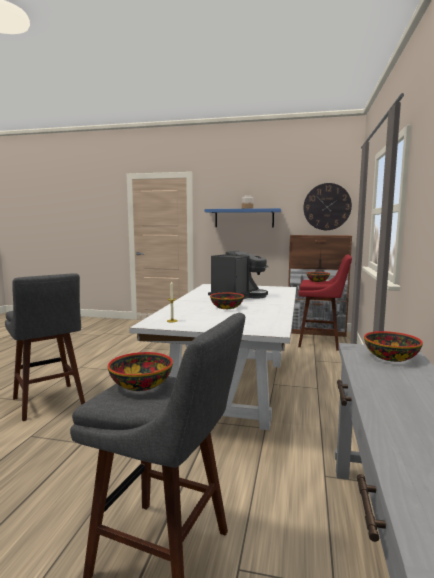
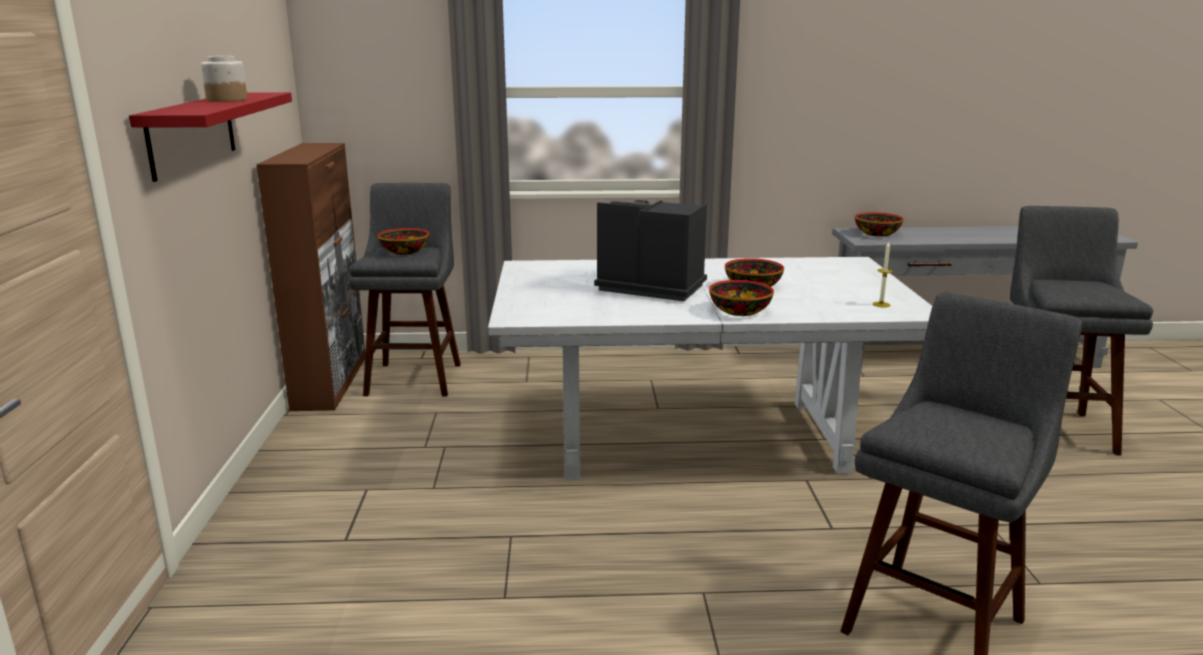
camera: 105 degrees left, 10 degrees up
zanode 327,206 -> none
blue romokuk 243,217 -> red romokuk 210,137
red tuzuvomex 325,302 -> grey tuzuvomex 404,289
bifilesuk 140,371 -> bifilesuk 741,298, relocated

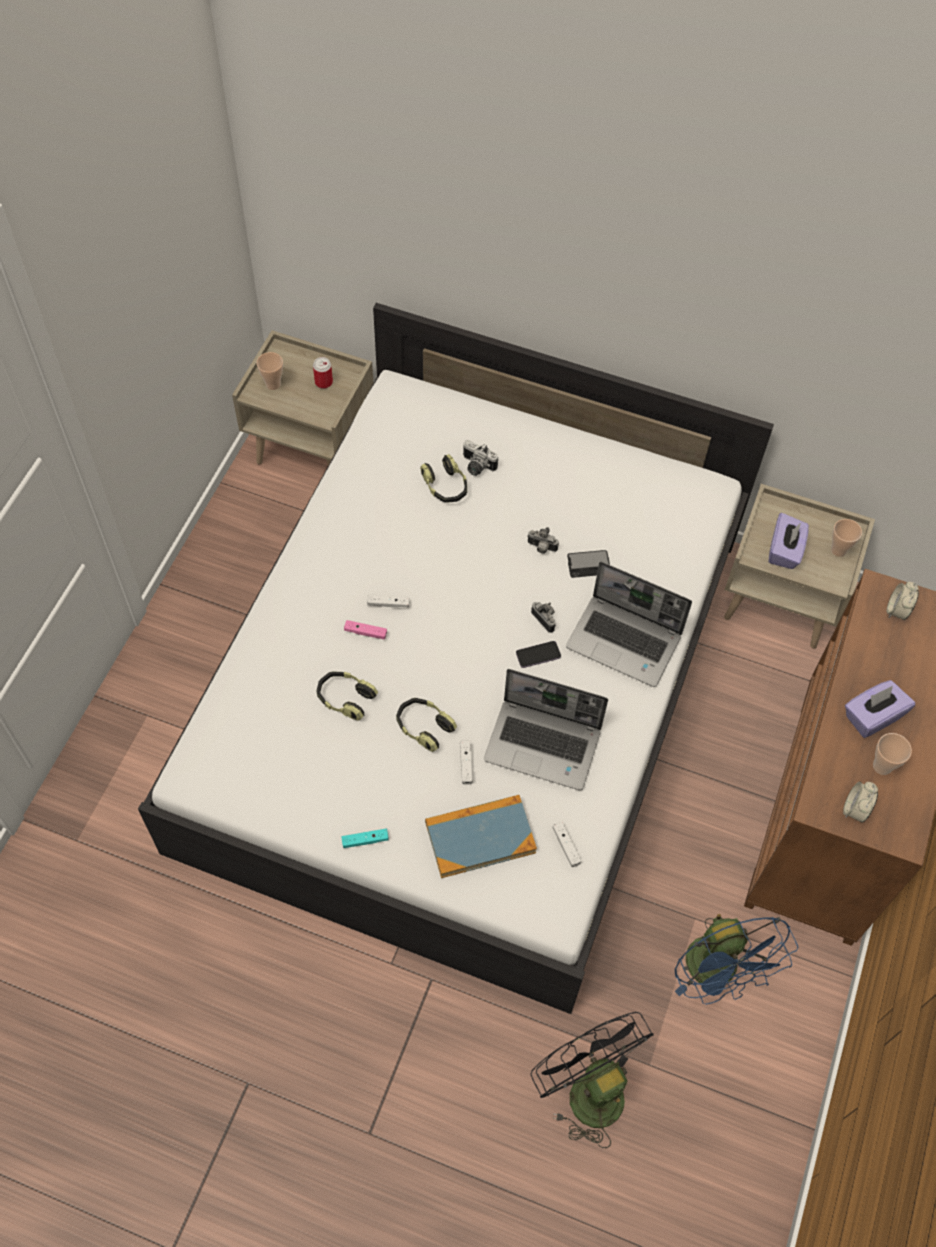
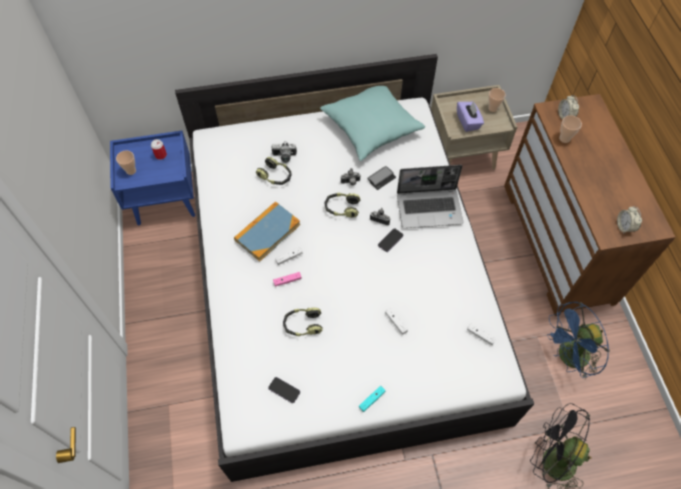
camera: 30 degrees left, 0 degrees up
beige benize 302,397 -> blue benize 152,178
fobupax 546,729 -> none
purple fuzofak 880,709 -> none
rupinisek 426,725 -> rupinisek 342,205, relocated
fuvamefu 892,754 -> fuvamefu 570,129, relocated
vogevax 481,836 -> vogevax 267,231, relocated
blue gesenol 736,959 -> blue gesenol 578,340, 120 degrees clockwise
none -> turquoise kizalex 372,123
none -> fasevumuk 284,390

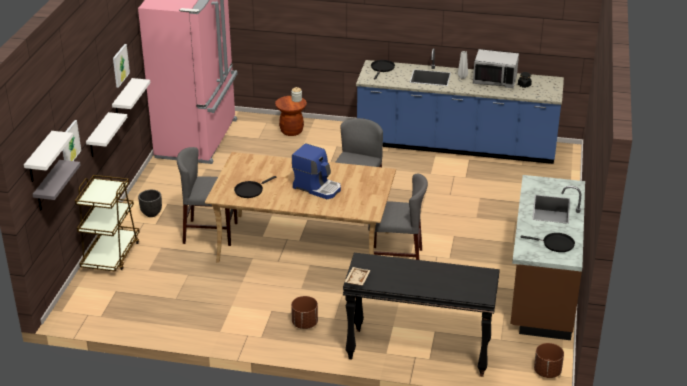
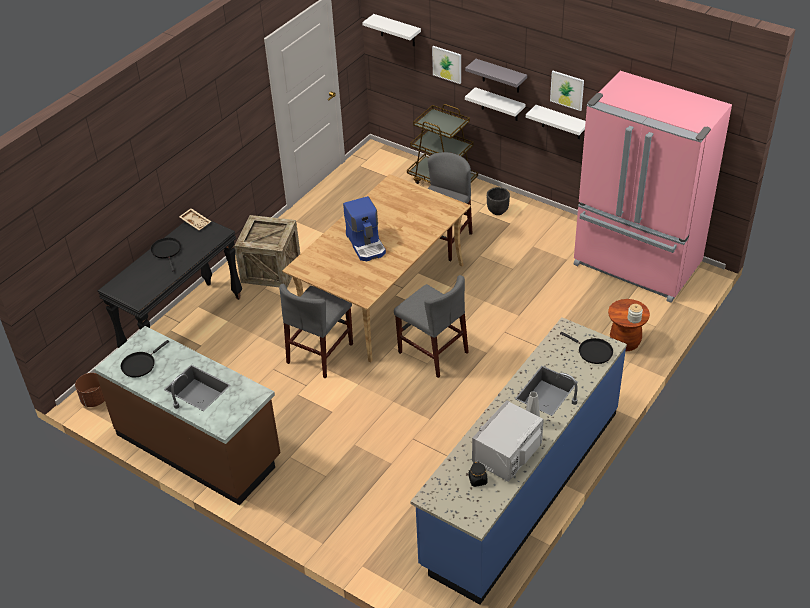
camera: 115 degrees right, 10 degrees up
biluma 316,171 -> biluma 364,228, 75 degrees counterclockwise
grey romokuk 56,185 -> grey romokuk 496,76, relocated
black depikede 255,187 -> black depikede 166,255, relocated
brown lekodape 304,312 -> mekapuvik 267,251

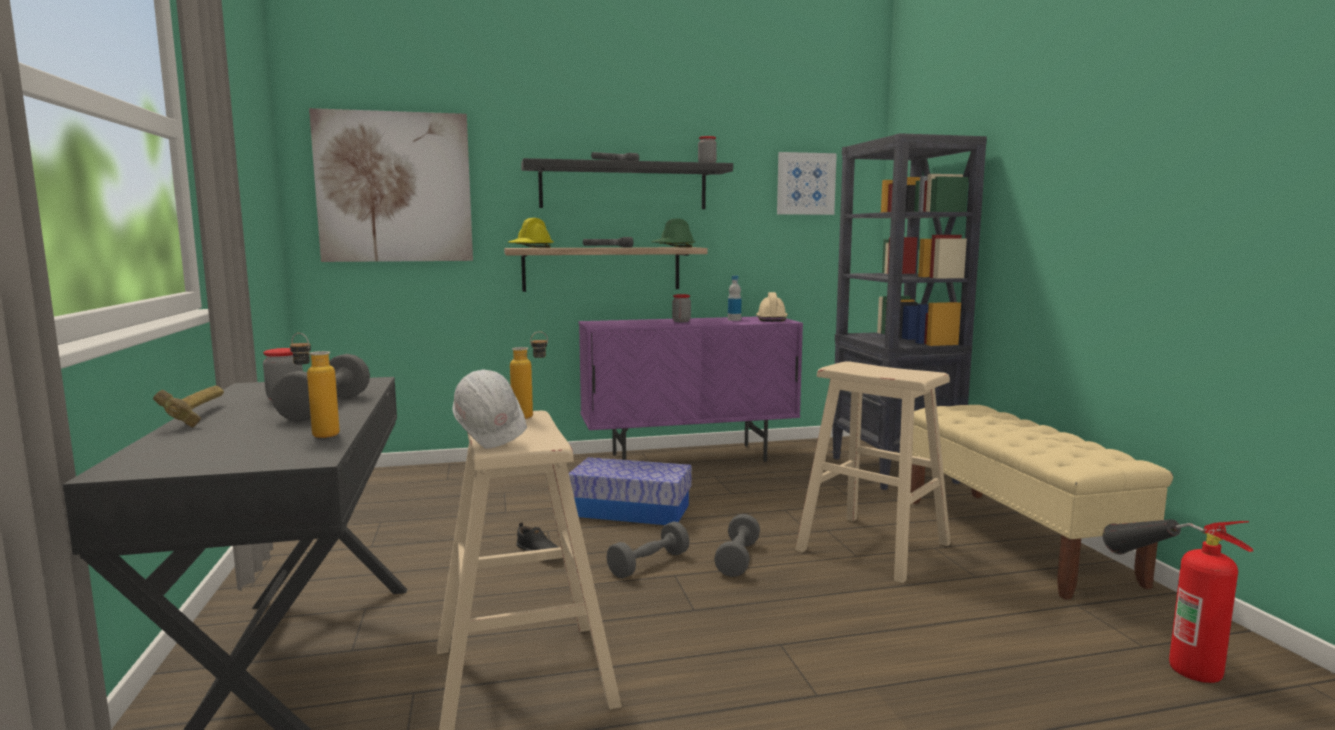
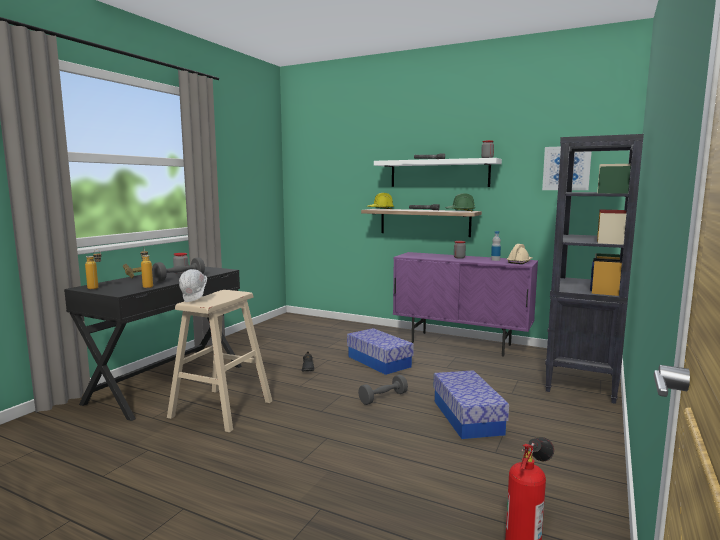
camera: 40 degrees right, 0 degrees up
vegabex 391,185 -> none
black romokuk 627,183 -> white romokuk 438,172
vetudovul 529,375 -> vetudovul 93,269, relocated
beige tuzuvomex 873,472 -> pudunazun 471,404
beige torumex 1042,502 -> none
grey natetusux 648,550 -> none

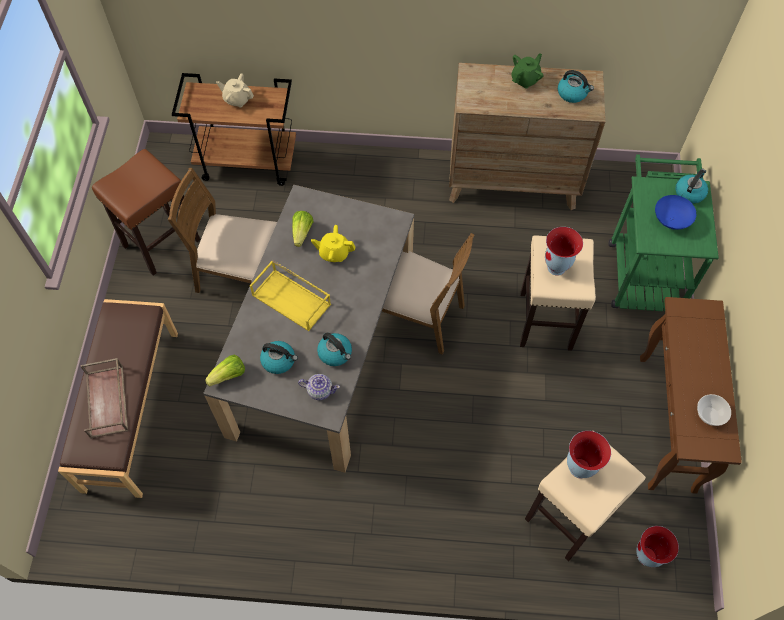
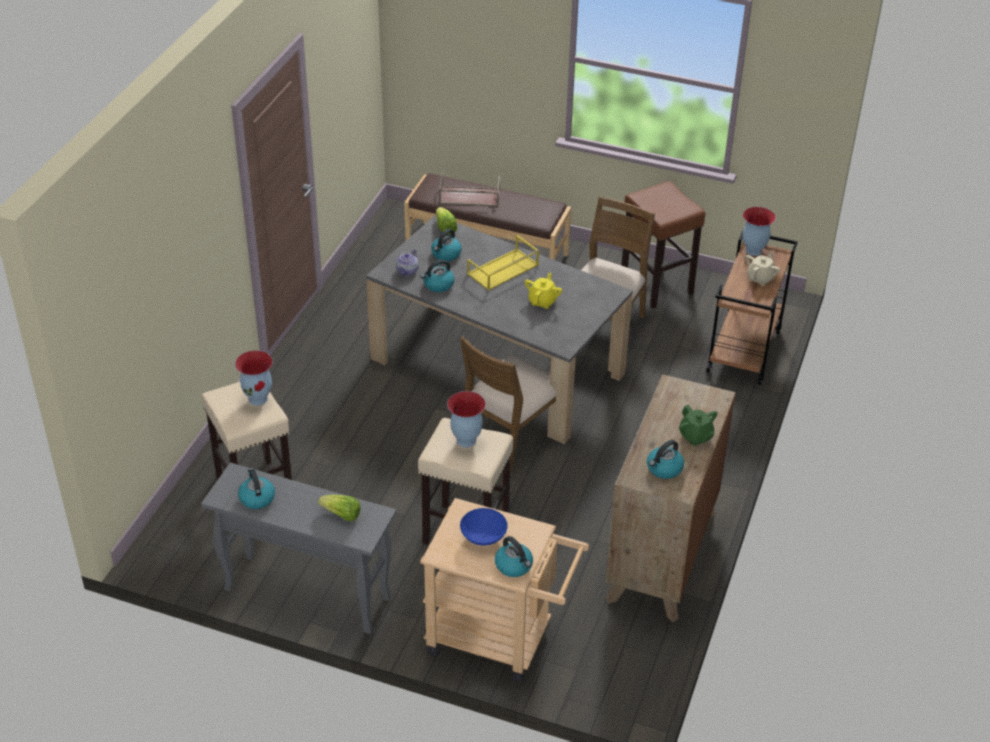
camera: 105 degrees right, 20 degrees down
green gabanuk 663,233 -> beige gabanuk 504,590
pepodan 303,229 -> pepodan 339,508, relocated
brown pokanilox 691,395 -> grey pokanilox 298,548
bifilesuk 714,410 -> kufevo 256,488
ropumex 657,546 -> ropumex 759,231, relocated

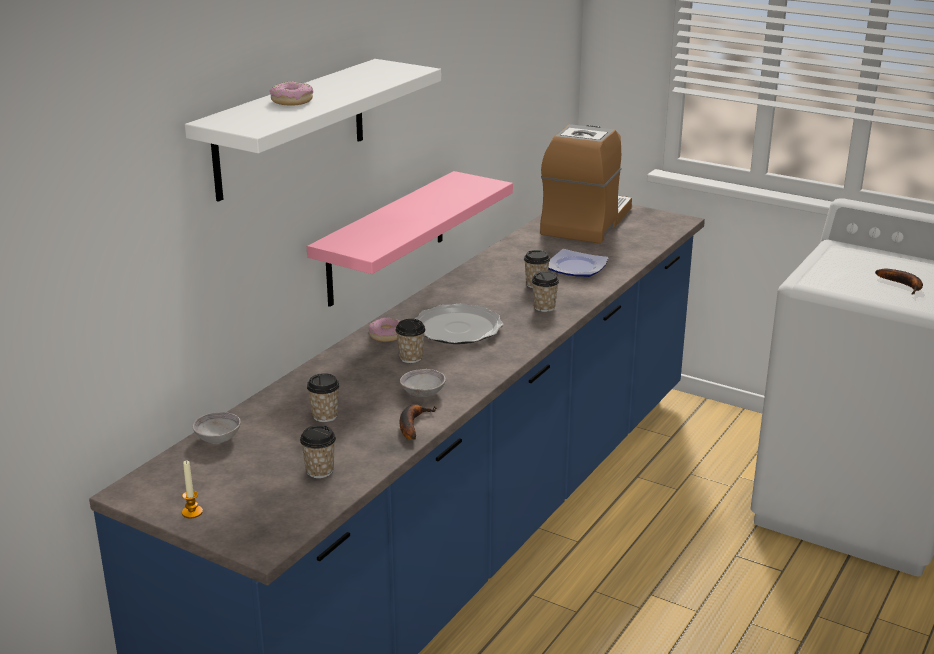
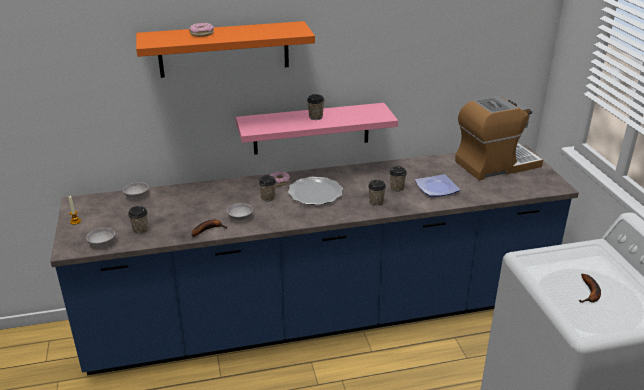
camera: 45 degrees right, 5 degrees up
white romokuk 313,130 -> orange romokuk 225,49
fuvamefu 323,397 -> fuvamefu 316,107, relocated
none -> grey bifilesuk 100,237

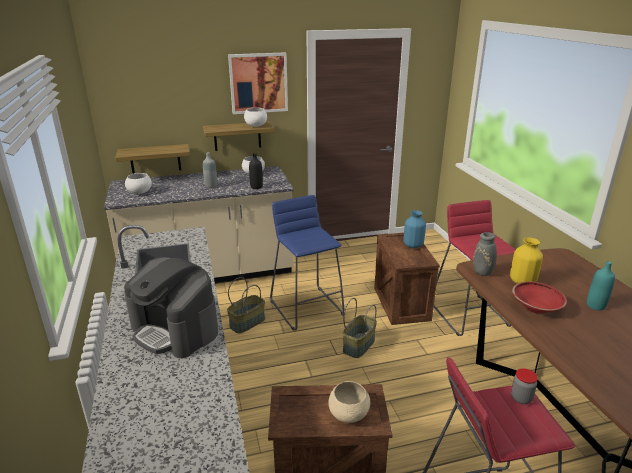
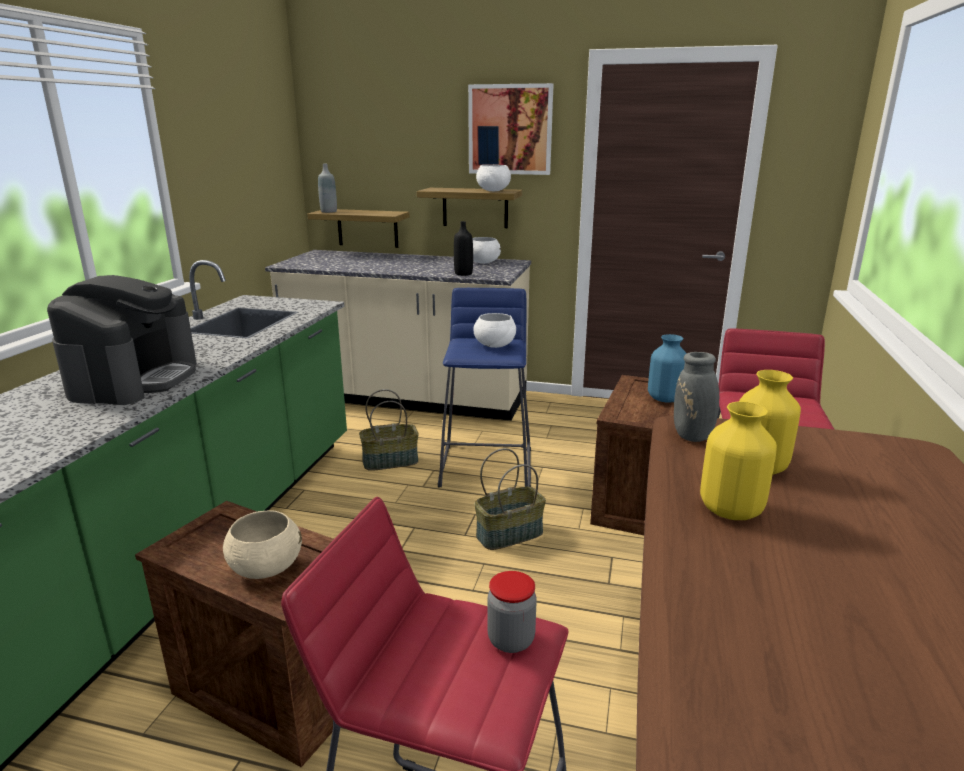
camera: 30 degrees right, 5 degrees down
grey vetudovul 210,170 -> grey vetudovul 327,188, relocated
white bifilesuk 138,183 -> white bifilesuk 494,330, relocated
biluma 171,307 -> biluma 121,340, 150 degrees counterclockwise
turquoise vetudovul 601,286 -> none
red bifilesuk 539,297 -> yellow ropumex 738,461

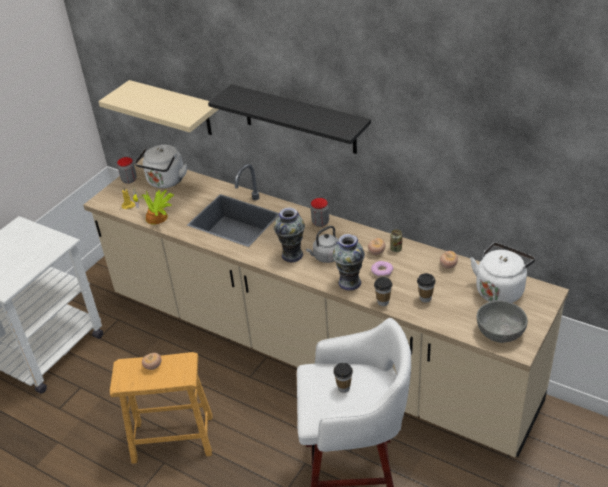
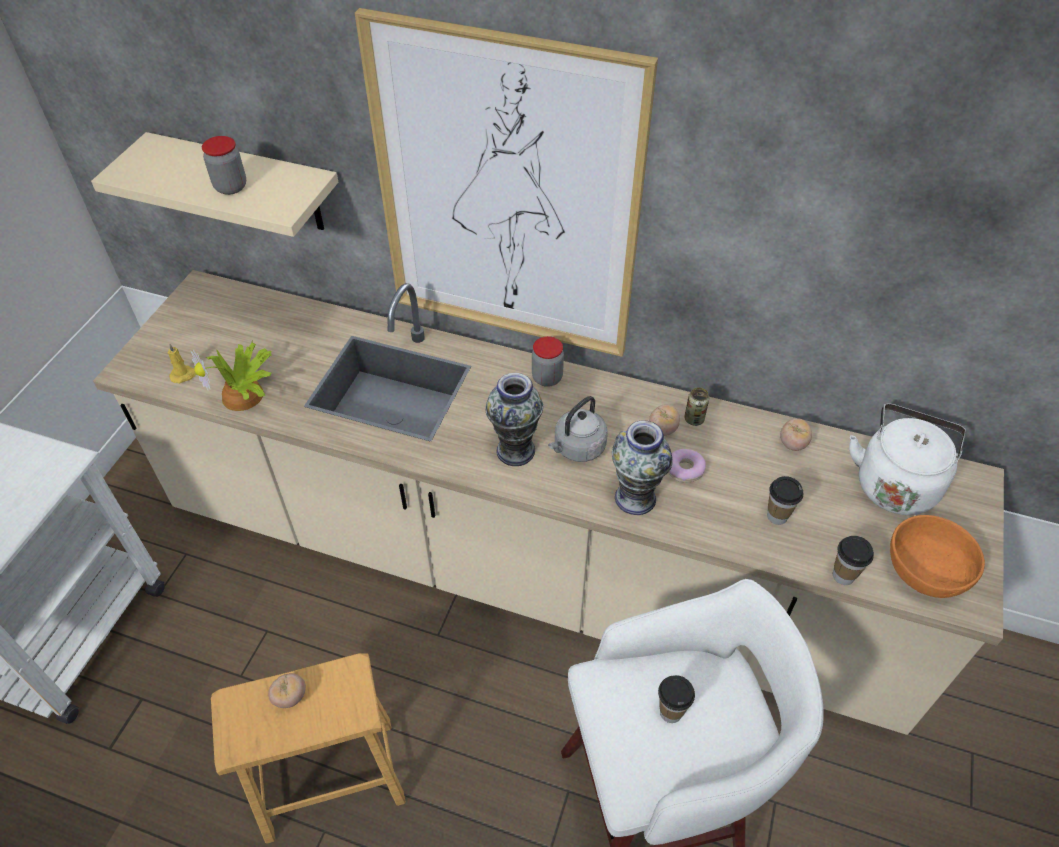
camera: 15 degrees left, 10 degrees up
black romokuk 289,119 -> vegabex 506,182
white kufevo 161,166 -> none
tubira 127,170 -> tubira 224,165, relocated
fuvamefu 383,291 -> fuvamefu 853,560, relocated
grey bifilesuk 502,322 -> orange bifilesuk 937,556

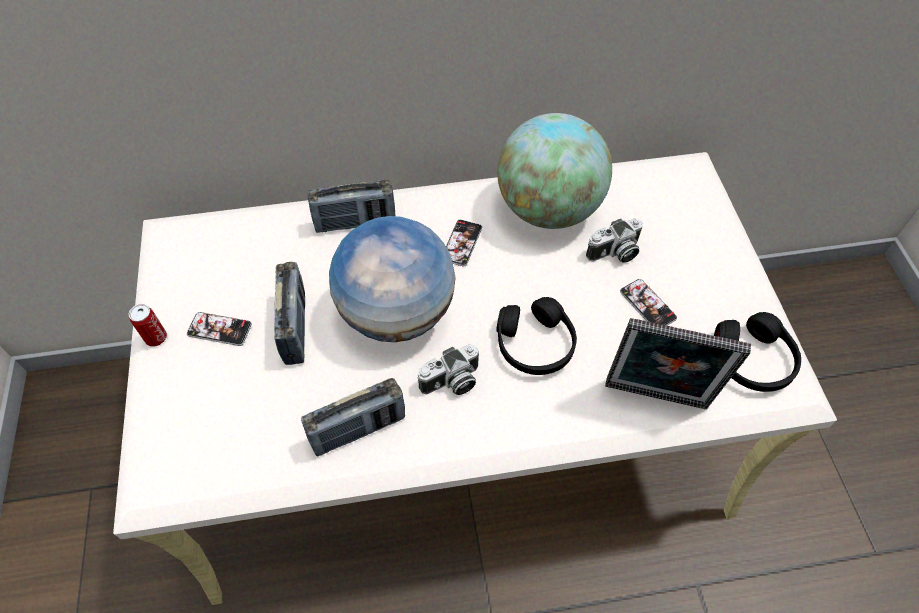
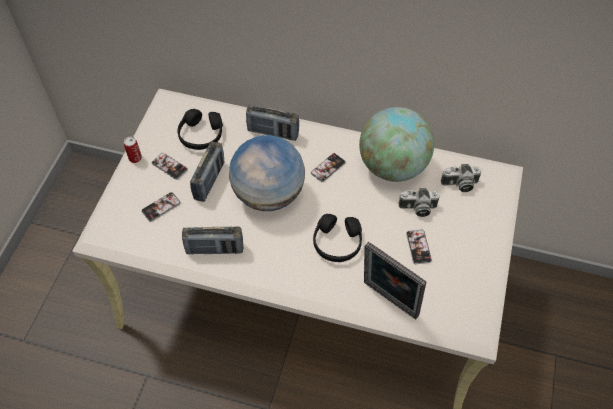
camera: 25 degrees right, 0 degrees up
black rupinisek 757,352 -> black rupinisek 200,129, relocated
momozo 448,369 -> momozo 461,178, relocated
none -> fasevumuk 161,207

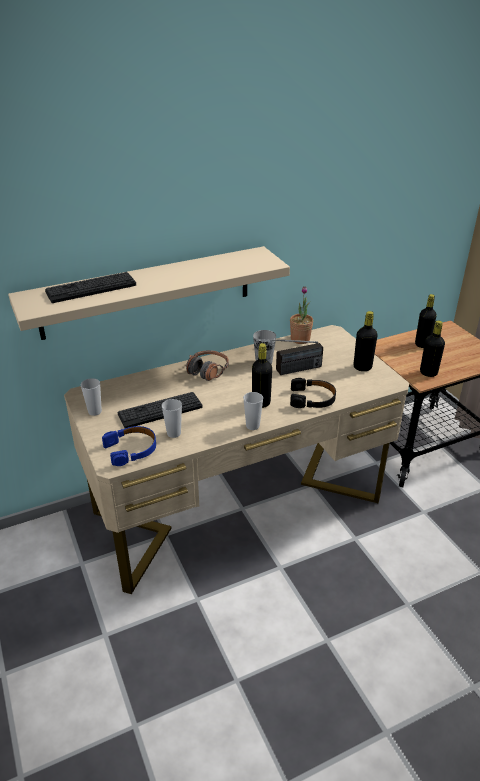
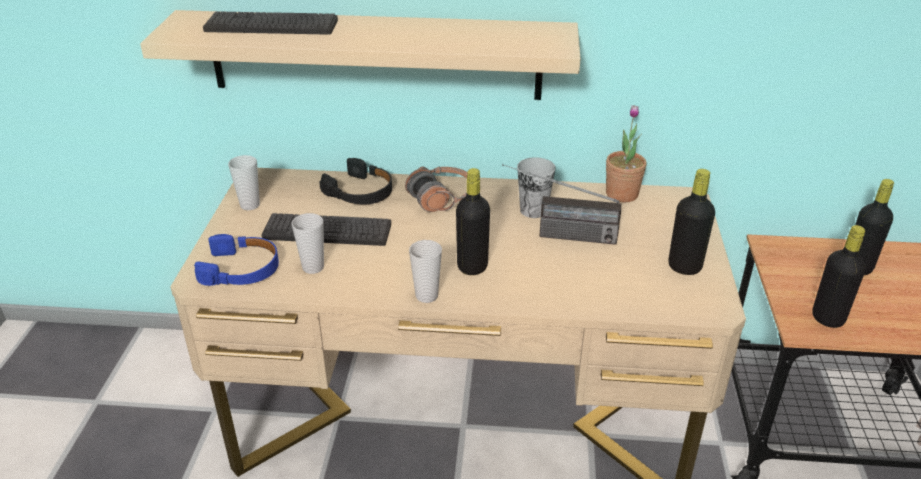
camera: 30 degrees right, 0 degrees up
black rupinisek 313,393 -> black rupinisek 355,181, relocated

